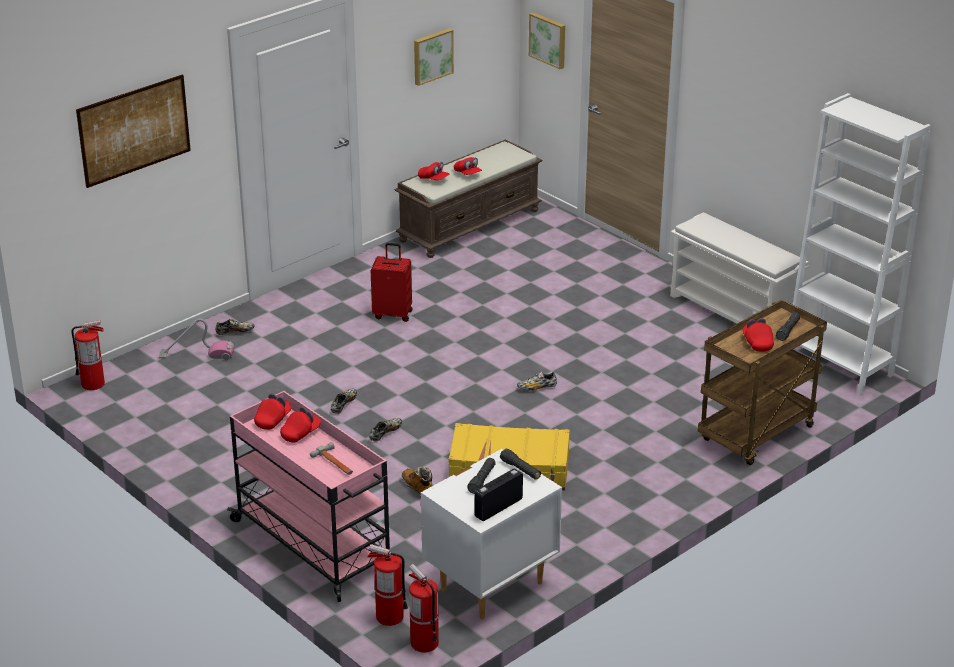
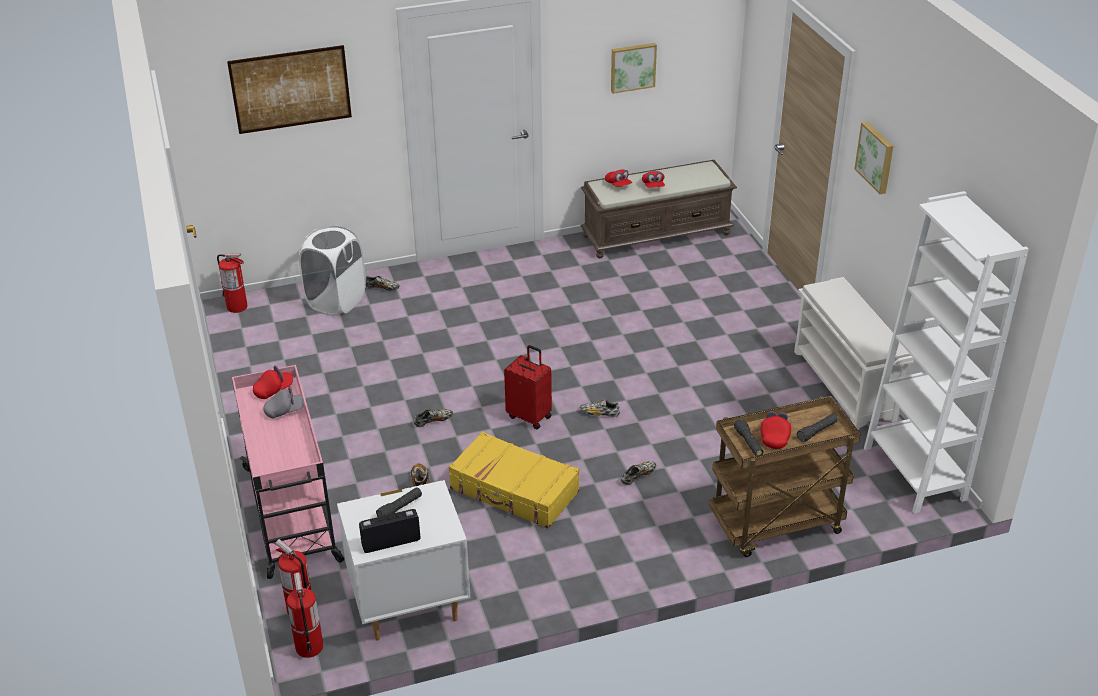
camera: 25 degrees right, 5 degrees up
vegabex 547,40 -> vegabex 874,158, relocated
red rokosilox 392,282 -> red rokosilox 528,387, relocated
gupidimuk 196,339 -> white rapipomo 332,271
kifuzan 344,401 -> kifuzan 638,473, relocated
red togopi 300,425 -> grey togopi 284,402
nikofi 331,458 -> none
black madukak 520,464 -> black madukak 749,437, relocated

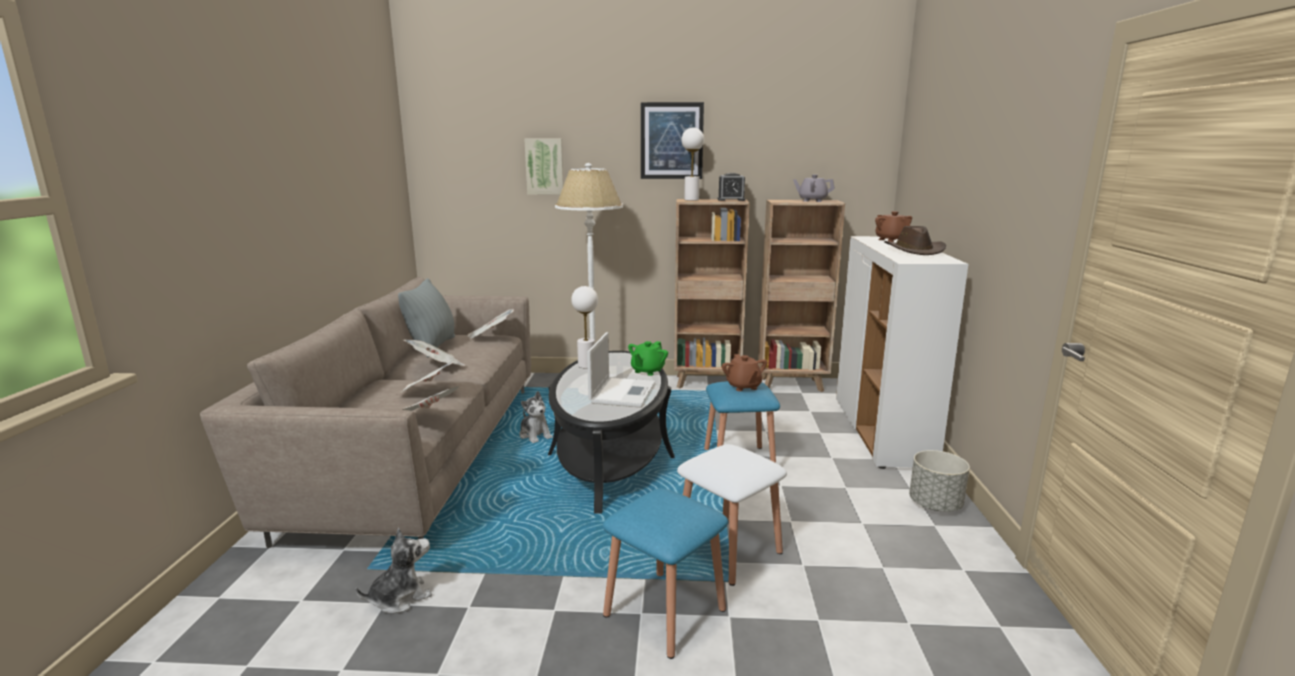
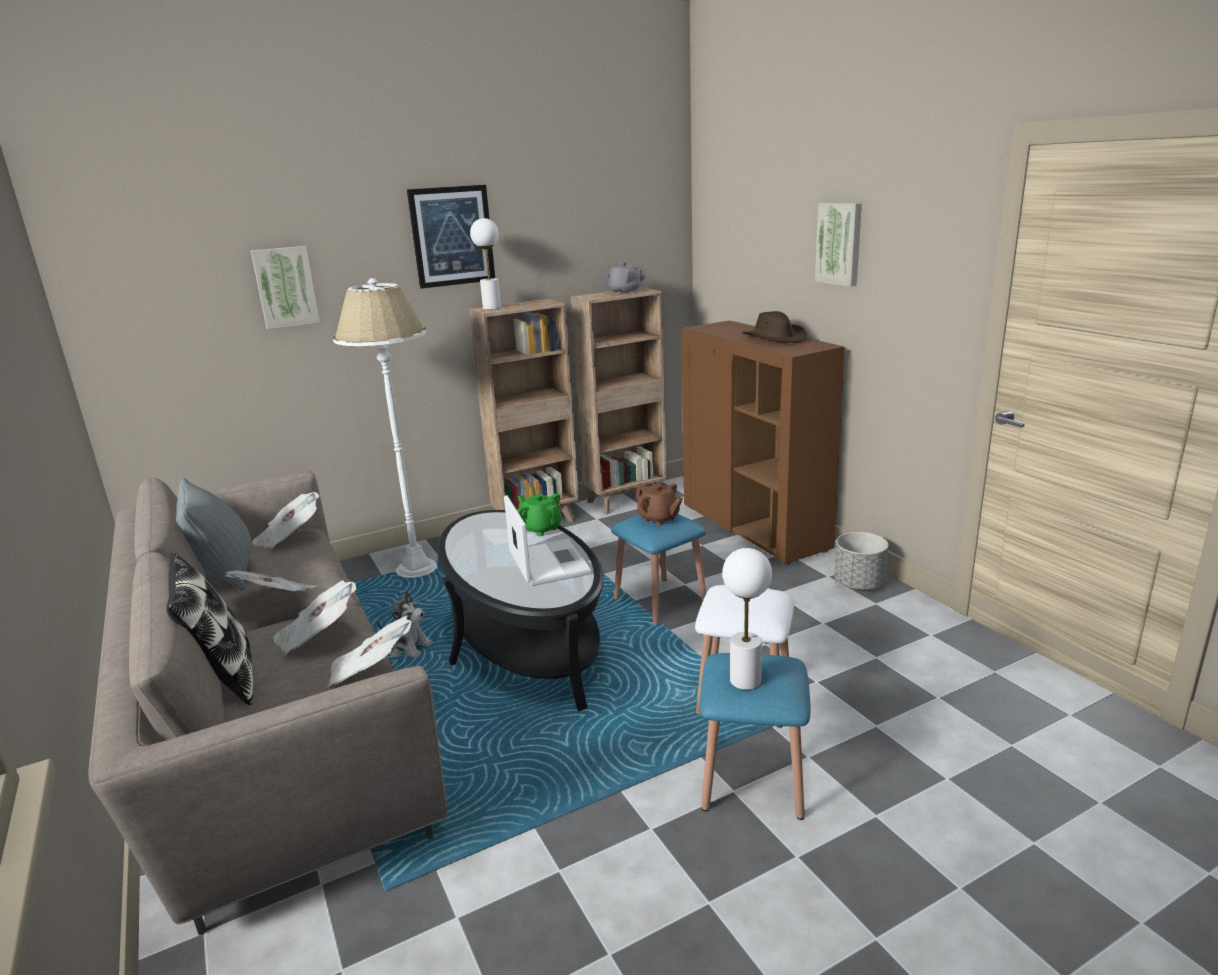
camera: 30 degrees left, 5 degrees up
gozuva 731,187 -> none
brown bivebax 893,226 -> none
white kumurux 902,352 -> brown kumurux 763,442
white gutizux 584,327 -> white gutizux 747,619, relocated
green bivebax 648,358 -> green bivebax 539,514, 135 degrees clockwise
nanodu 394,571 -> none
none -> vegabex 838,245
none -> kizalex 209,628

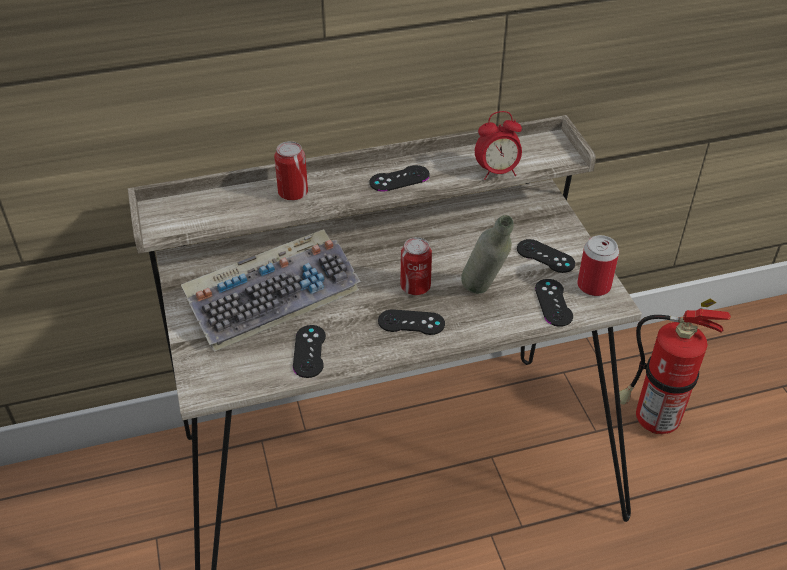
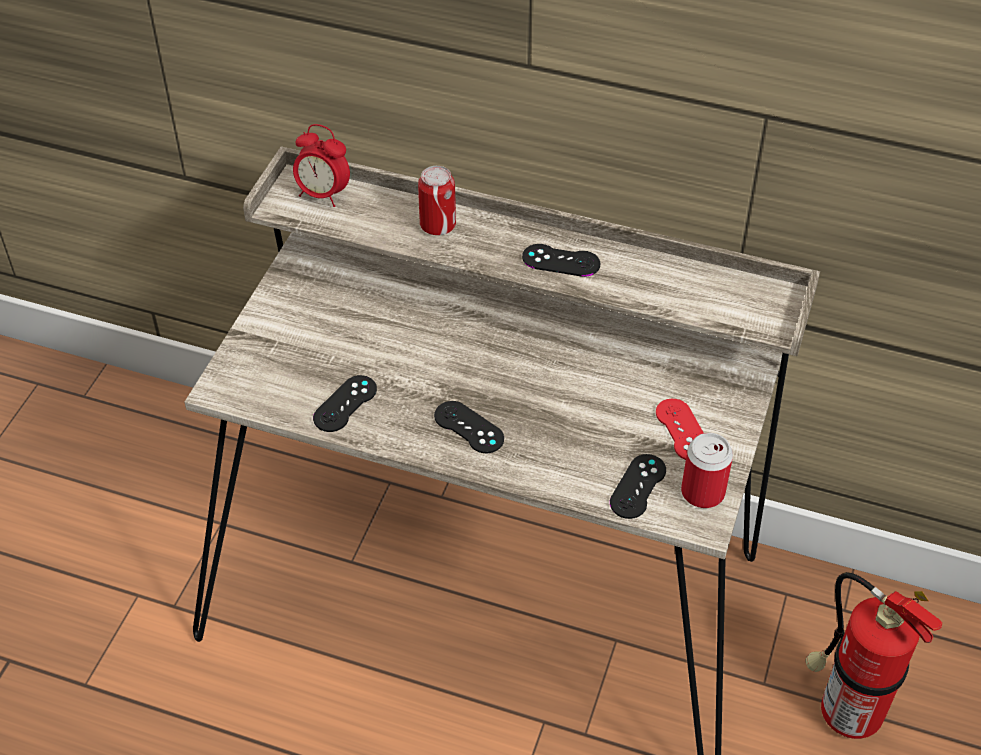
camera: 35 degrees right, 5 degrees up
gozuva 498,145 -> gozuva 321,165, relocated
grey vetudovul 487,254 -> none
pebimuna 271,290 -> none
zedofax 416,266 -> none
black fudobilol 546,256 -> red fudobilol 680,429

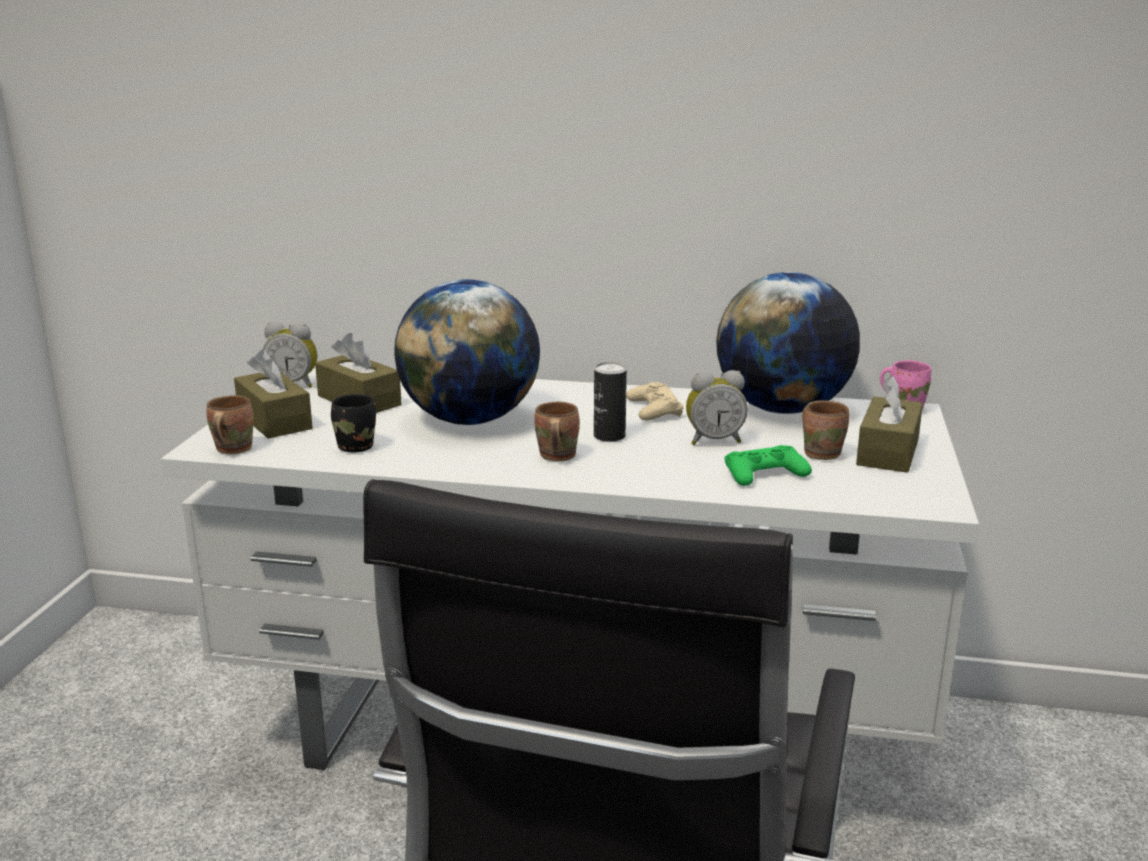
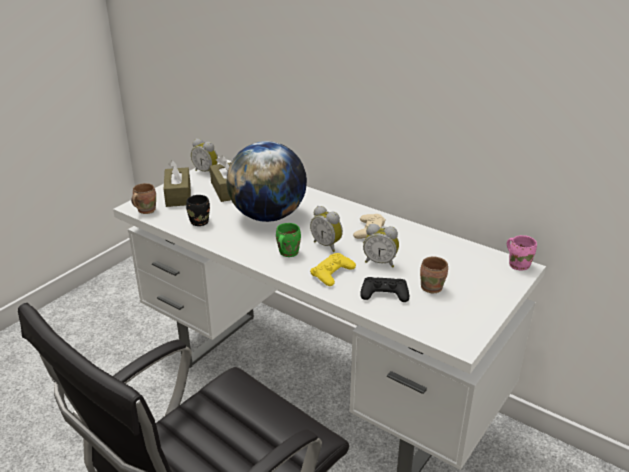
camera: 25 degrees right, 10 degrees up
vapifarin 788,343 -> none
zedofax 610,402 -> gozuva 326,229
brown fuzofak 889,424 -> none
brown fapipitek 557,431 -> green fapipitek 288,240
green fudobilol 768,465 -> black fudobilol 384,289
none -> yellow fudobilol 333,269

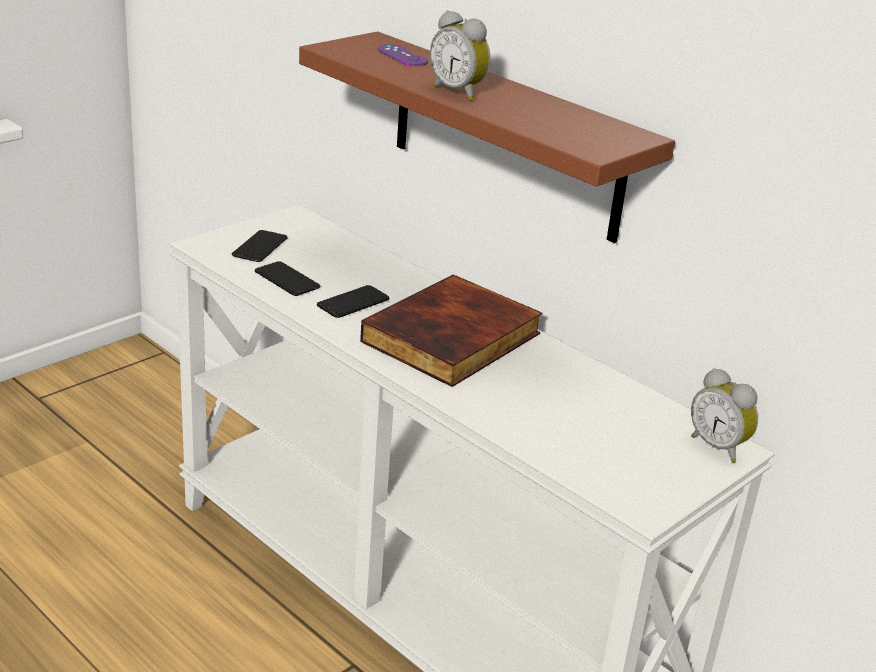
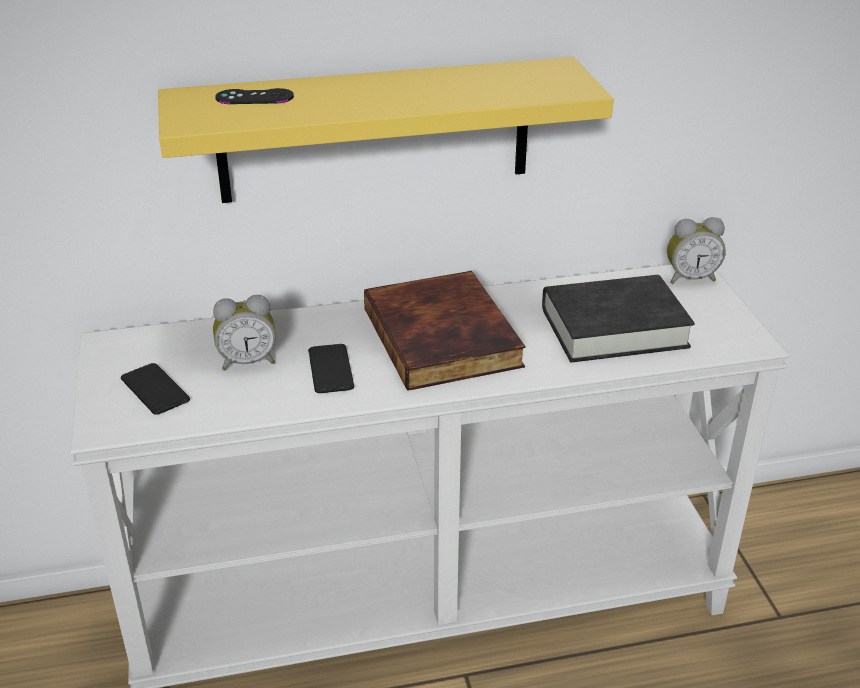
camera: 55 degrees left, 5 degrees up
gozuva 460,55 -> gozuva 244,333, relocated
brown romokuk 487,137 -> yellow romokuk 386,130
purple fudobilol 403,55 -> black fudobilol 254,96
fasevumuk 287,278 -> none
none -> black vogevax 618,319

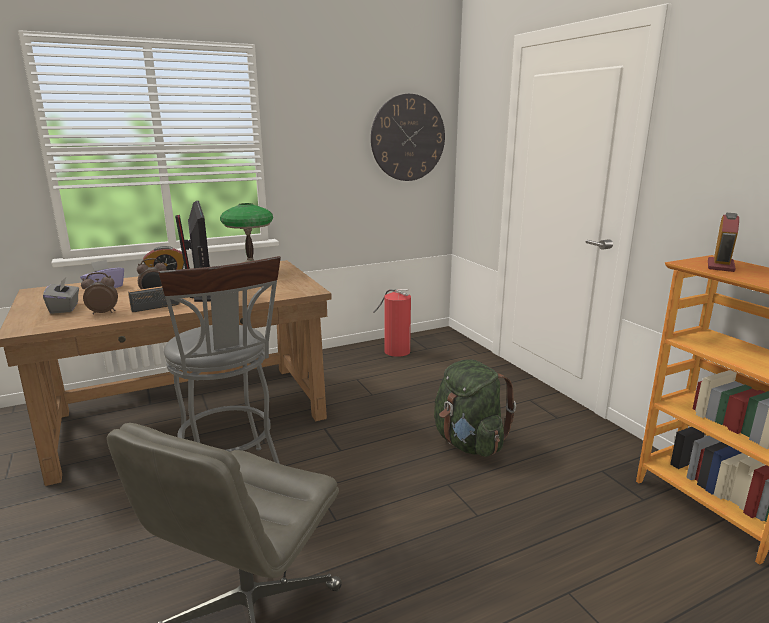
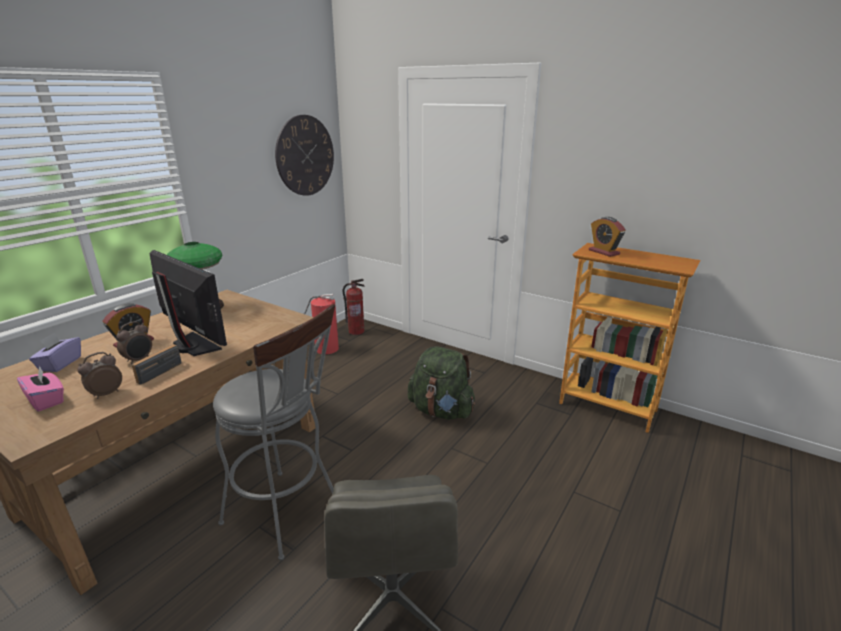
camera: 30 degrees left, 5 degrees up
gozuva 723,242 -> gozuva 607,237, 150 degrees clockwise
grey fuzofak 61,295 -> pink fuzofak 40,388
none -> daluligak 354,307

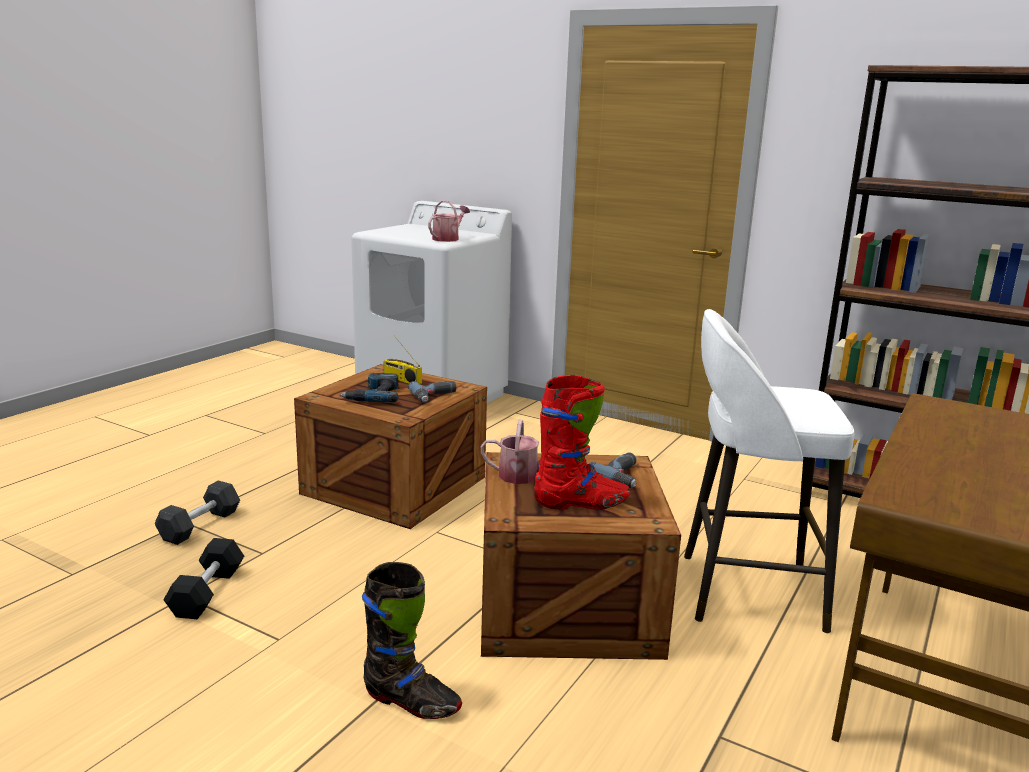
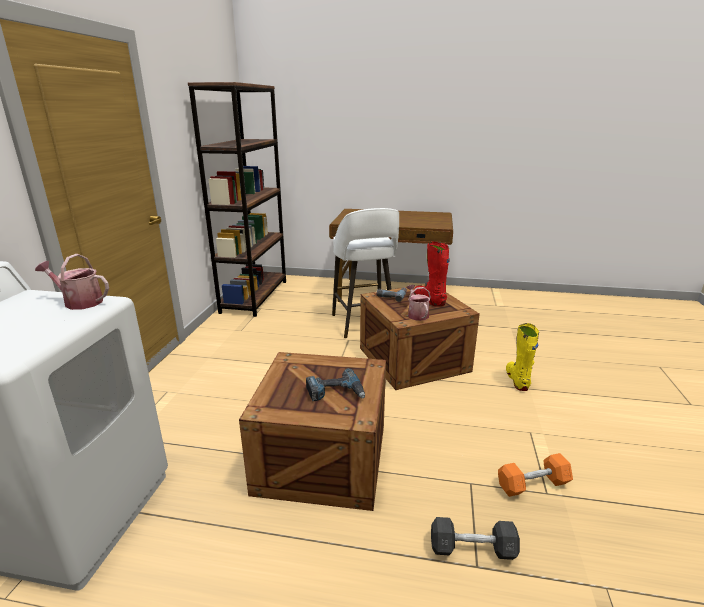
camera: 110 degrees left, 5 degrees up
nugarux 403,359 -> none
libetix 432,392 -> none
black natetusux 203,578 -> orange natetusux 535,475
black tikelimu 412,640 -> yellow tikelimu 522,357

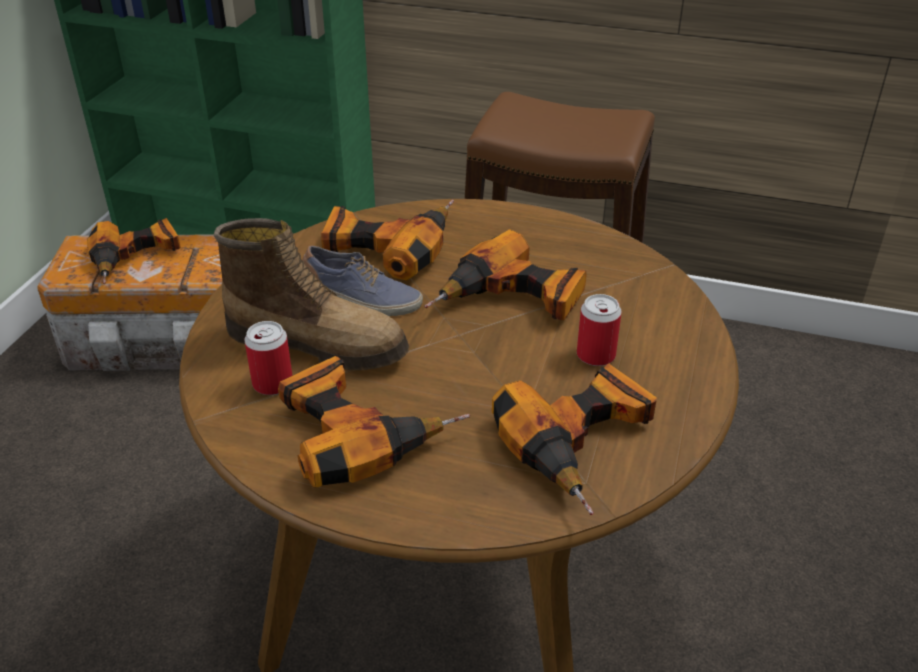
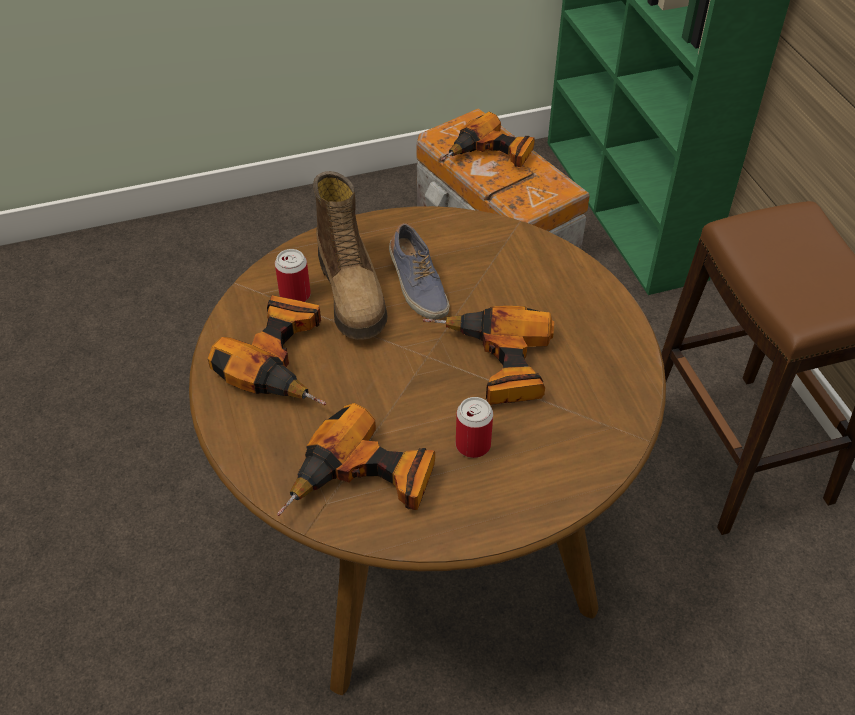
camera: 55 degrees right, 10 degrees up
libetix 387,240 -> none

